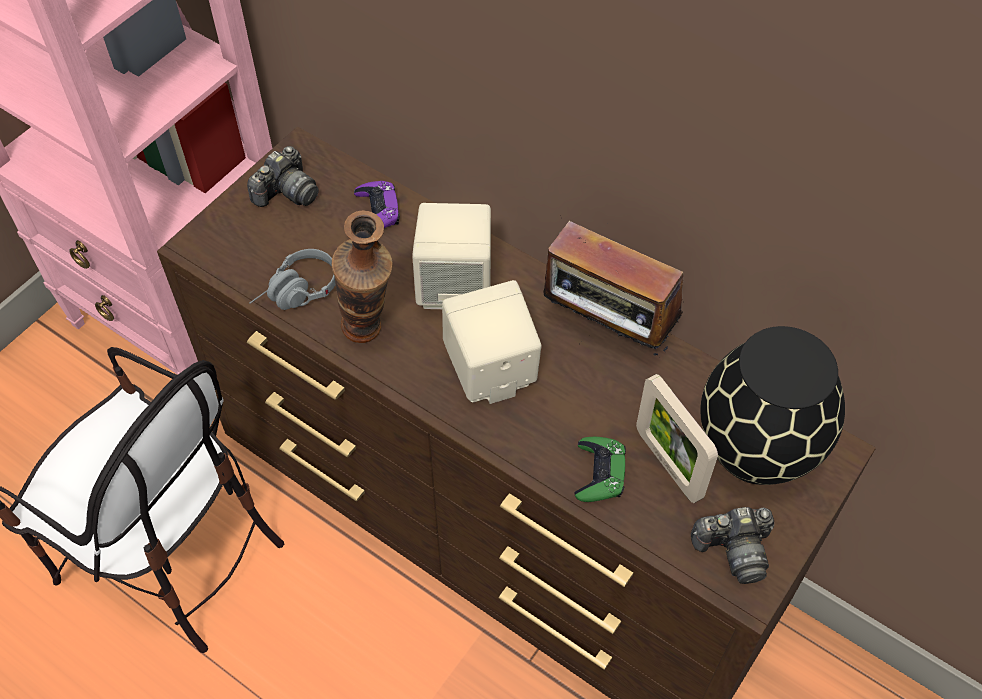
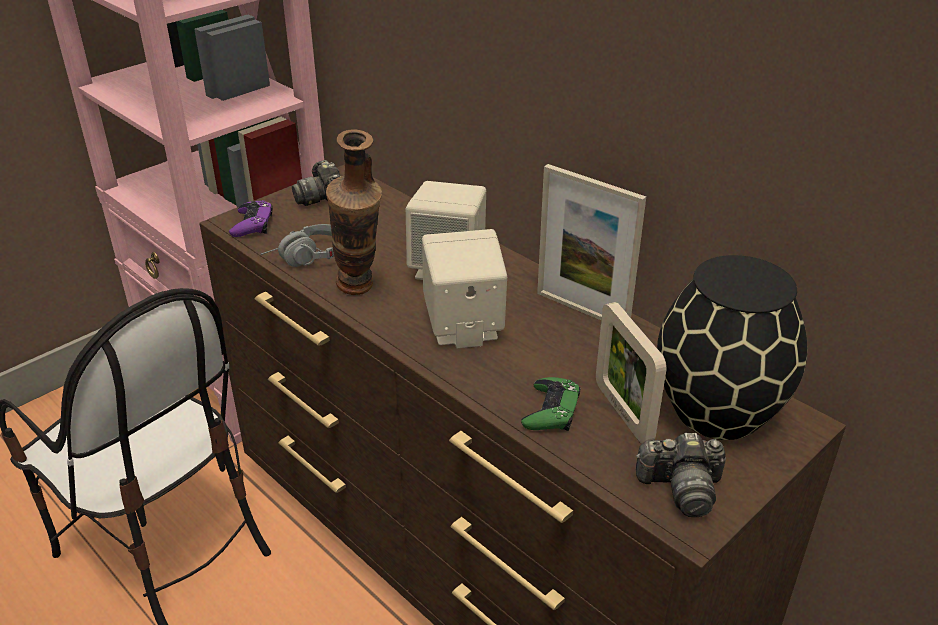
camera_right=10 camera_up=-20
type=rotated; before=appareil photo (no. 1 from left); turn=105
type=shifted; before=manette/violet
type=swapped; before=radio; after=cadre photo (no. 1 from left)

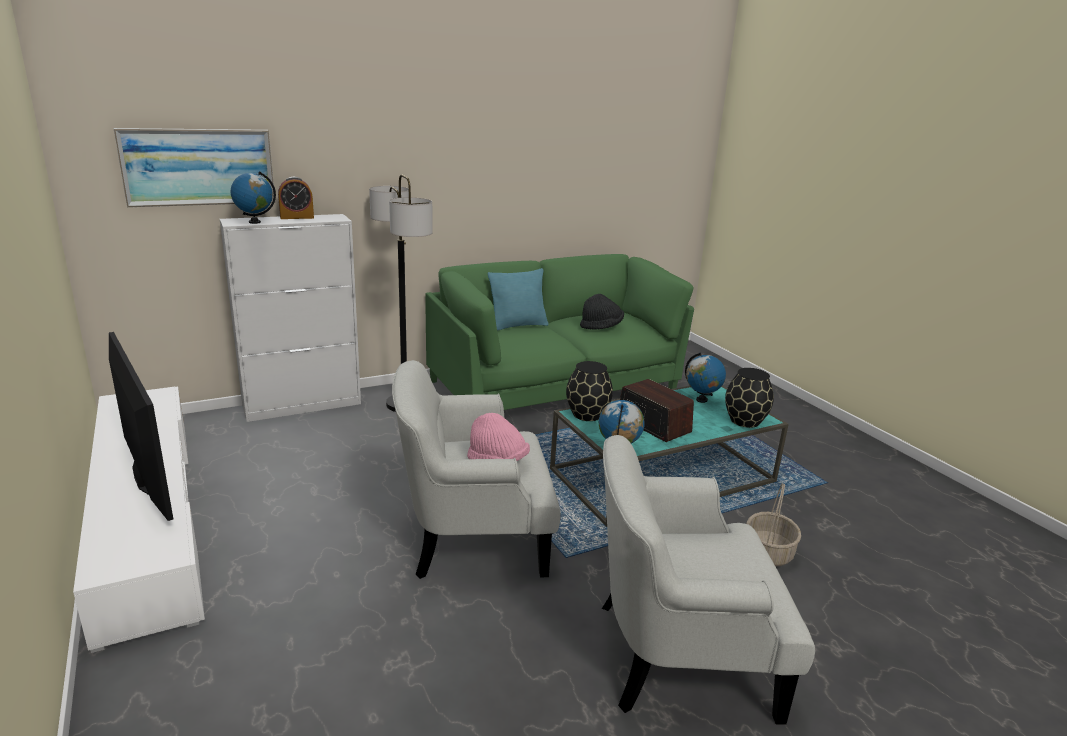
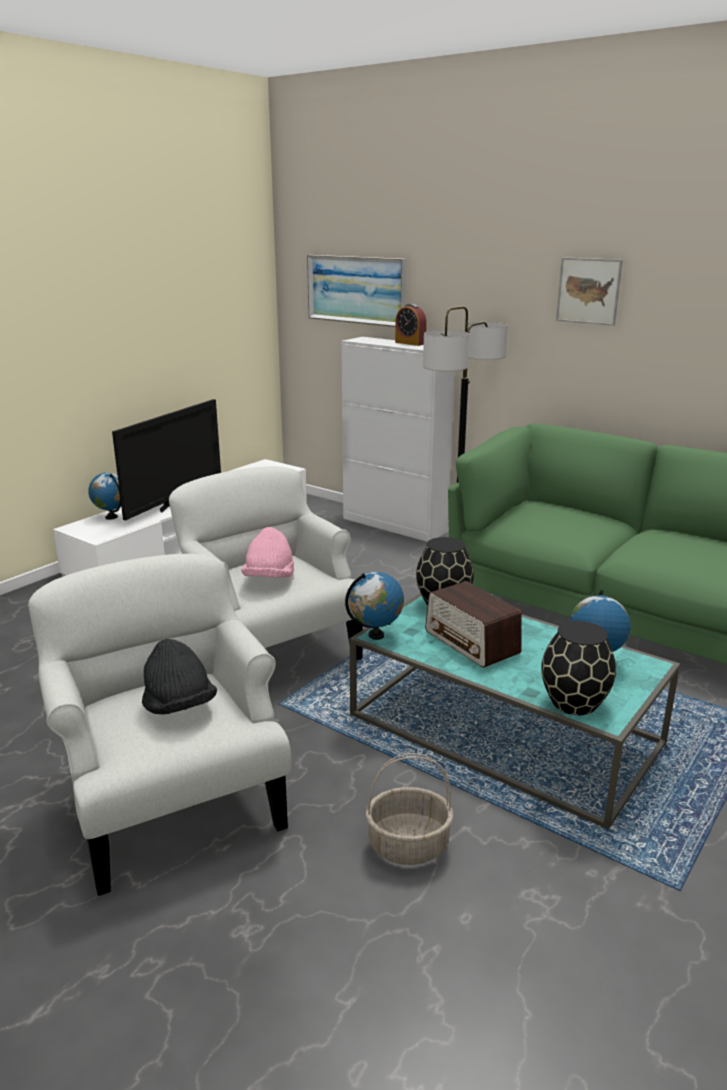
camera_right=65 camera_up=0
type=shifted; before=globe (no. 1 from left)
type=gone; before=coussin/turquoise
type=shifted; before=chapeau/noir
type=rotated; before=radio; turn=120
type=new; after=tableau (no. 2 from left)

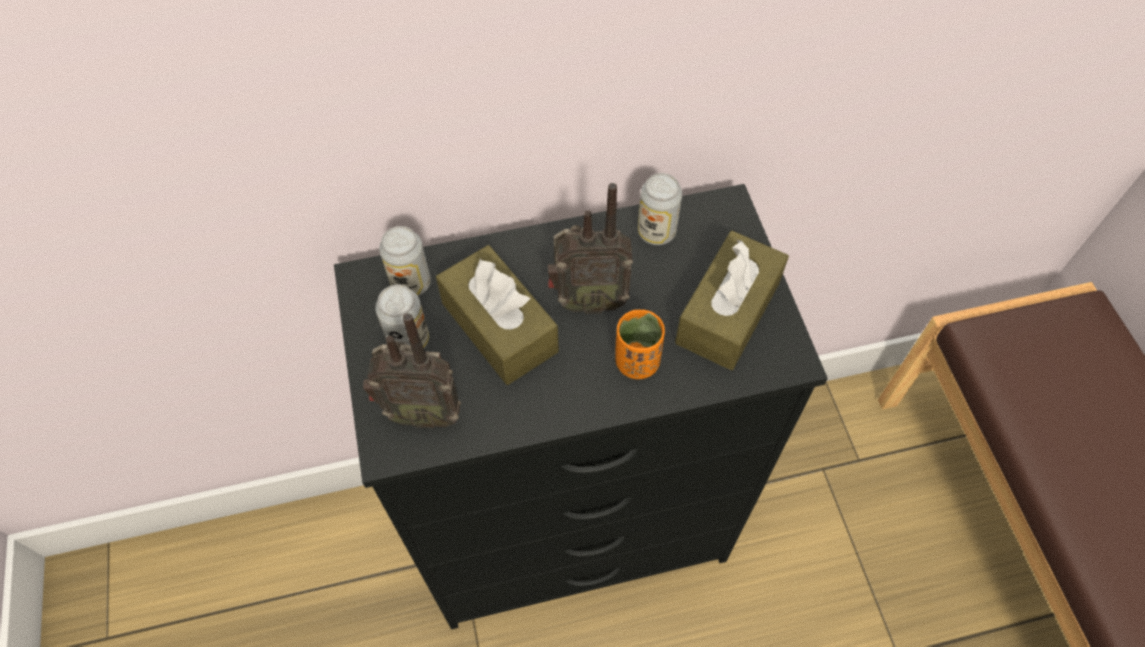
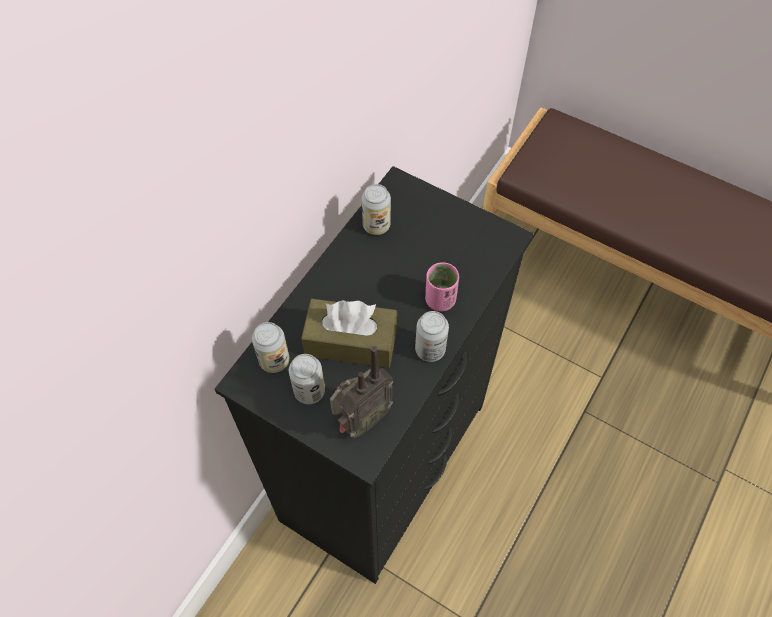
camera_right=-45 camera_up=0
type=gone; before=radio (no. 2 from left)
type=gone; before=boîte à mouchoirs/marron (no. 2 from left)
type=repainted; before=tasse/orange; after=tasse/rose
type=new; after=boîte métallique (no. 4 from left)

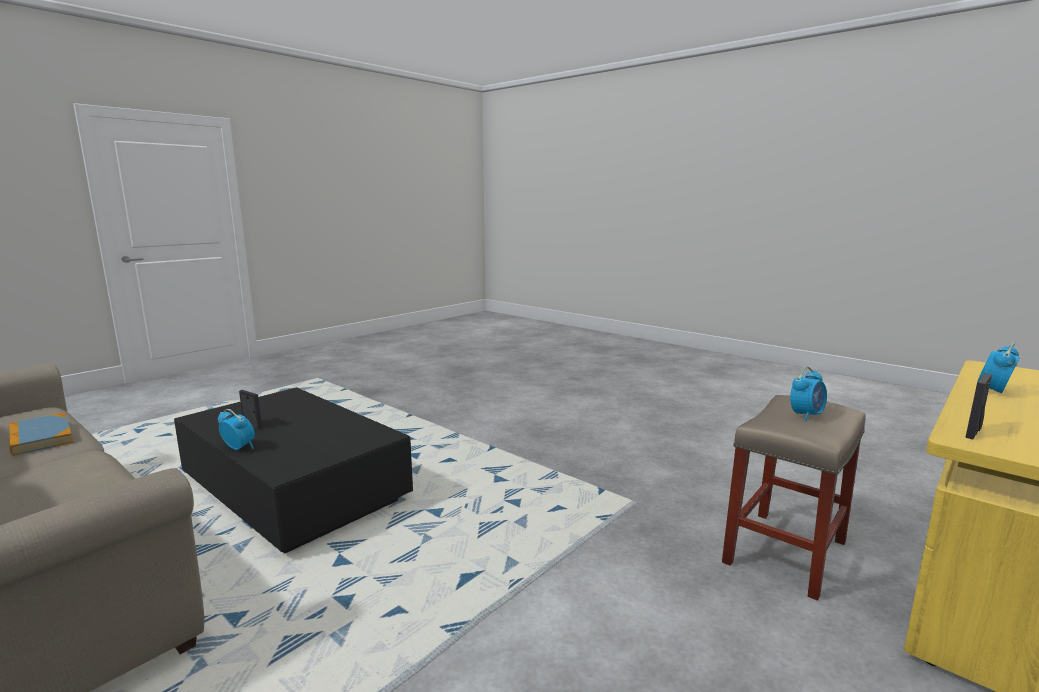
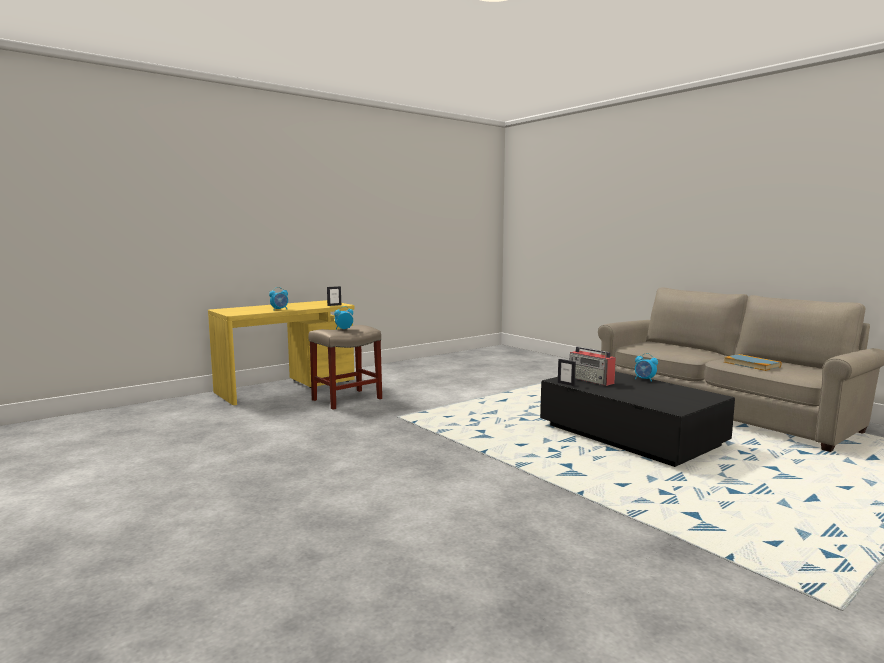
camera_right=-170 camera_up=-5
type=shifted; before=cadre photo (no. 1 from left in the first image); after=cadre photo (no. 2 from left)
type=new; after=radio

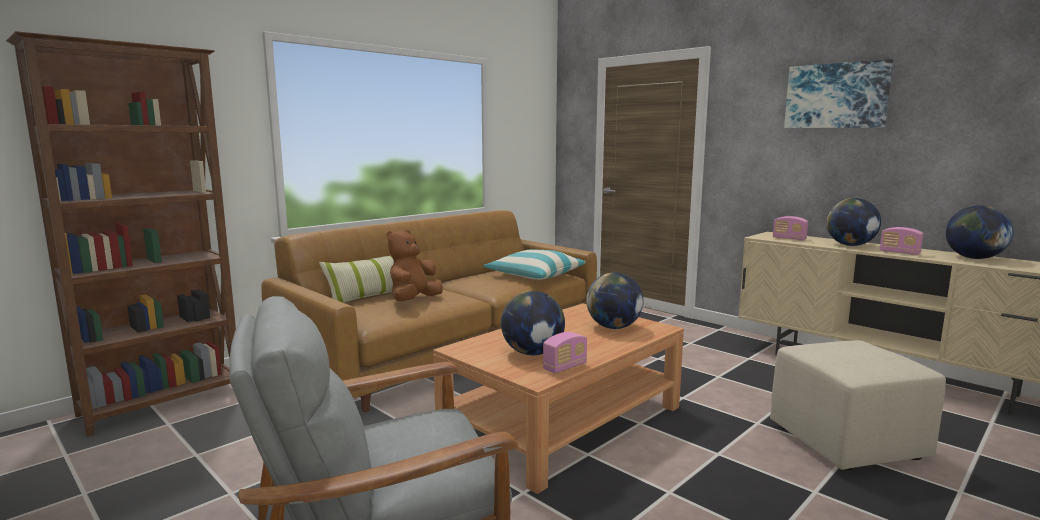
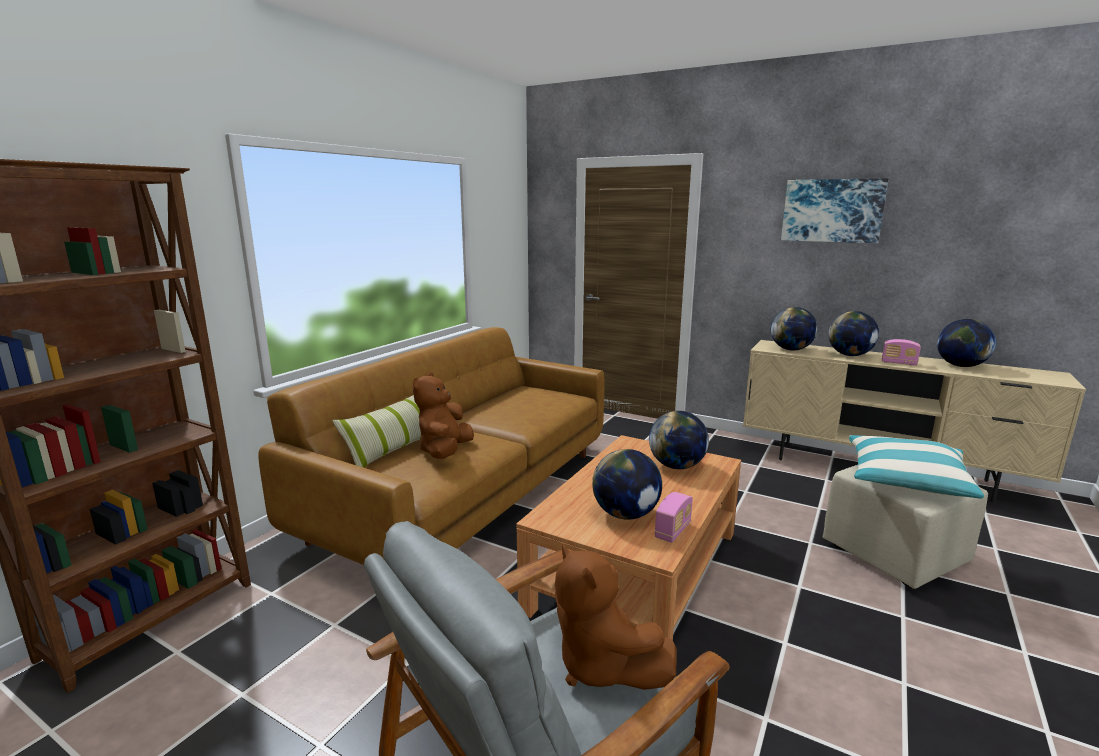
camera_right=-15 camera_up=5
type=swapped; before=radio (no. 2 from left); after=globe (no. 3 from left)
type=shifted; before=coussin (no. 2 from left)
type=new; after=peluche/marron (no. 2 from left)

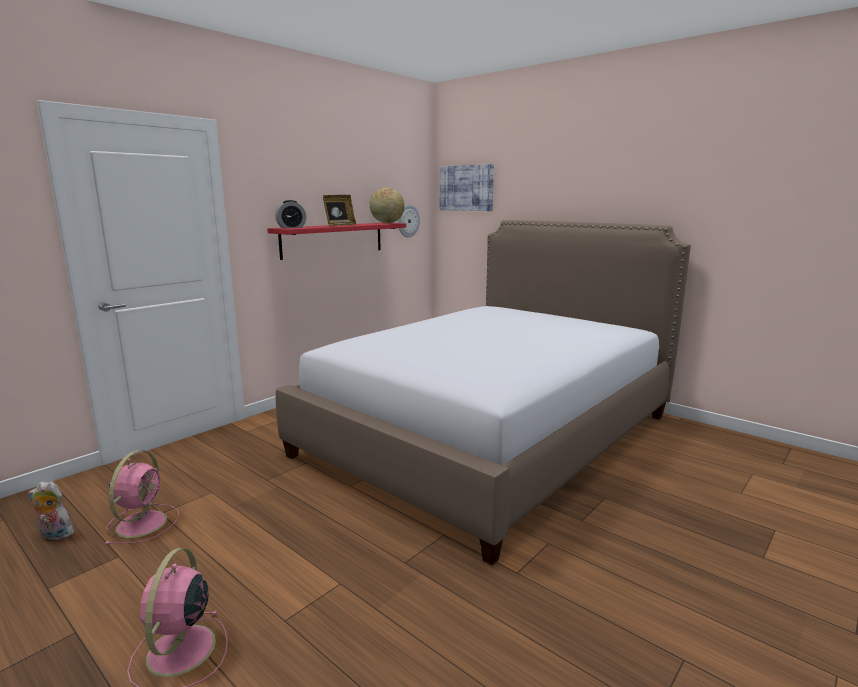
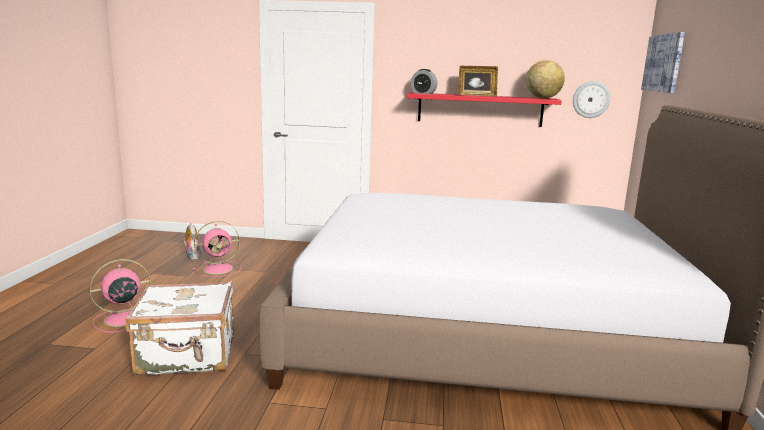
camera_right=55 camera_up=0
type=new; after=valise/blanc

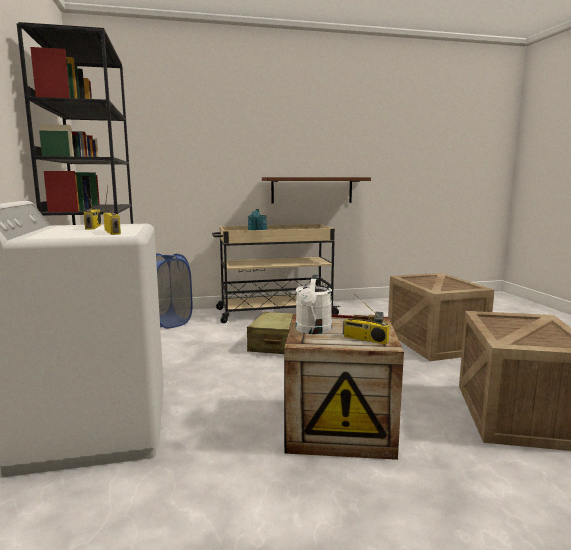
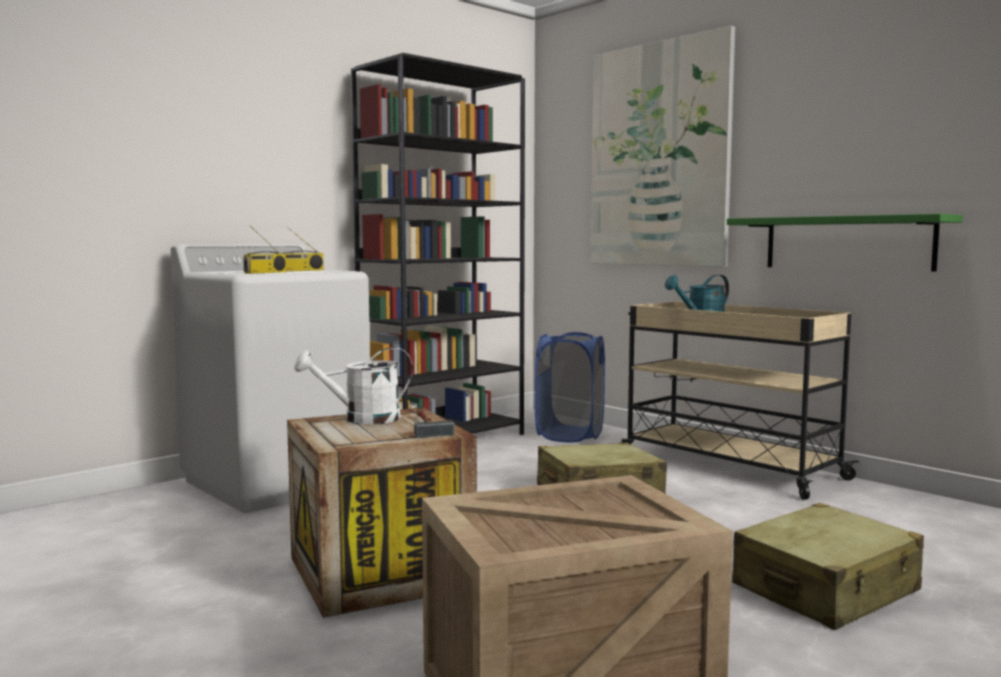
camera_right=60 camera_up=-5
type=repainted; before=étagère/marron; after=étagère/vert
type=swapped; before=caisse (no. 2 from left); after=valise/beige (no. 2 from left)
type=gone; before=radio (no. 3 from left)
type=new; after=tableau

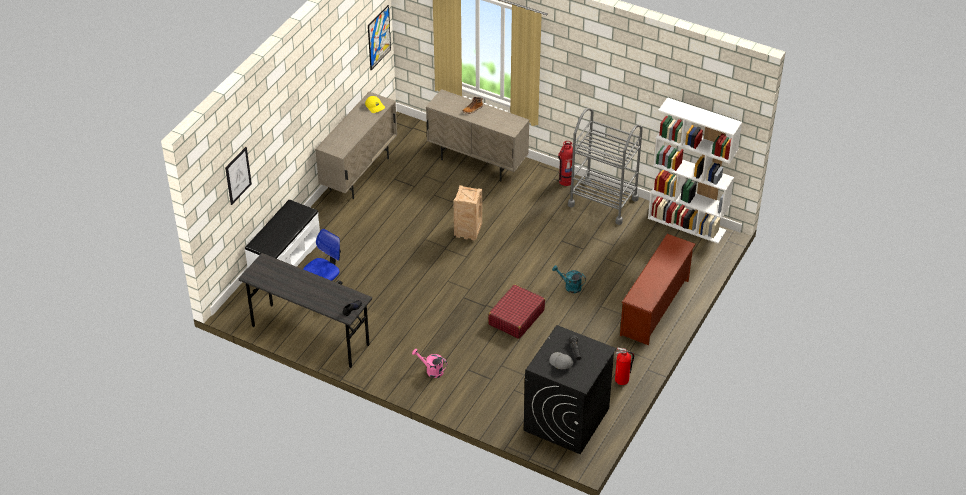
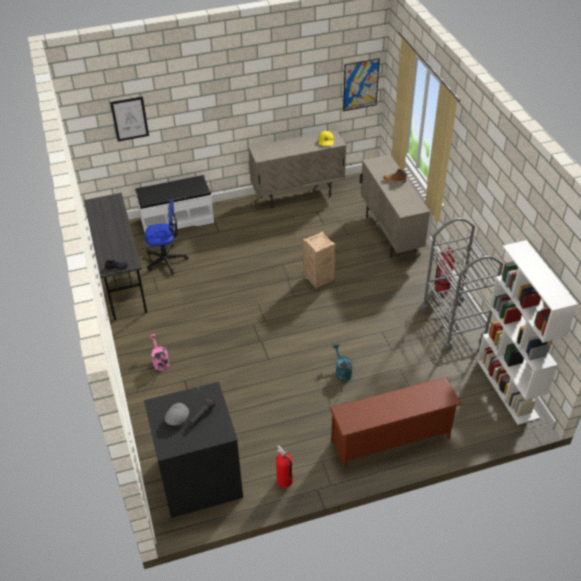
camera_right=45 camera_up=0
type=gone; before=valise/rouge

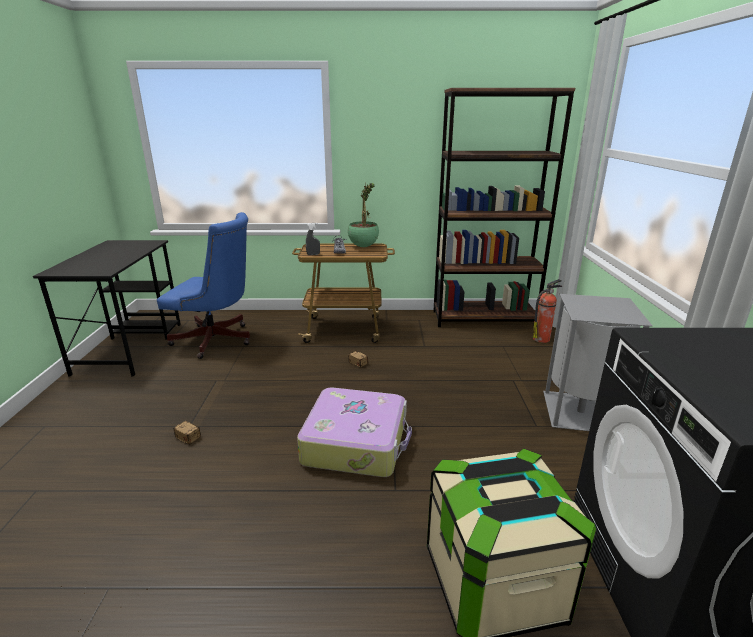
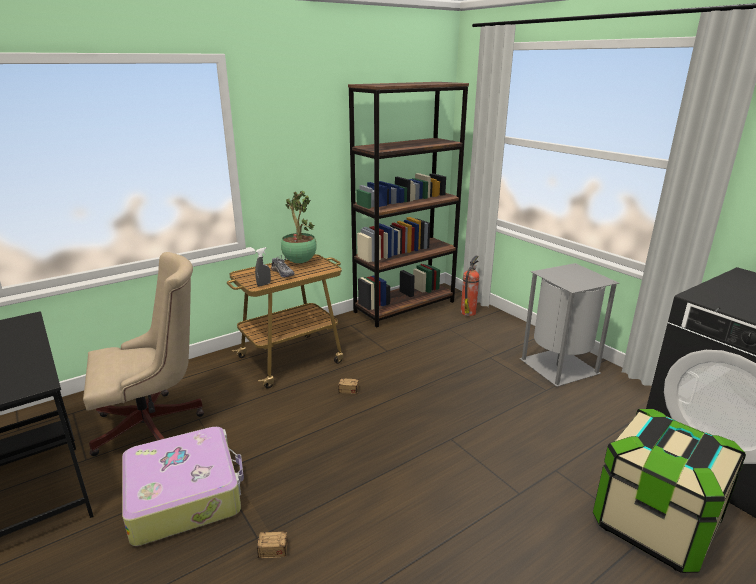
camera_right=-35 camera_up=0
type=repainted; before=chaise de bureau/bleu; after=chaise de bureau/beige
type=shifted; before=valise

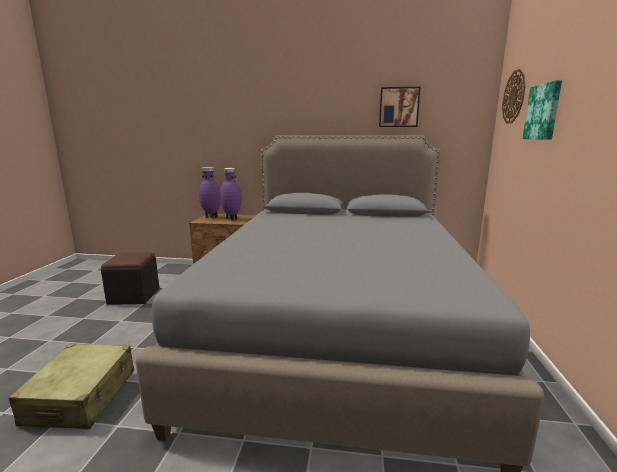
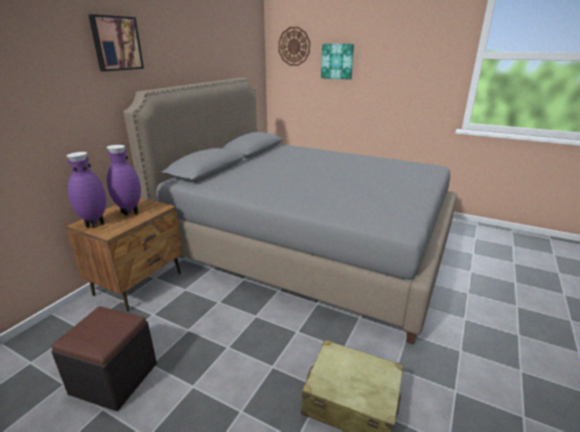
camera_right=-70 camera_up=10
type=shifted; before=tableau (no. 1 from left)

